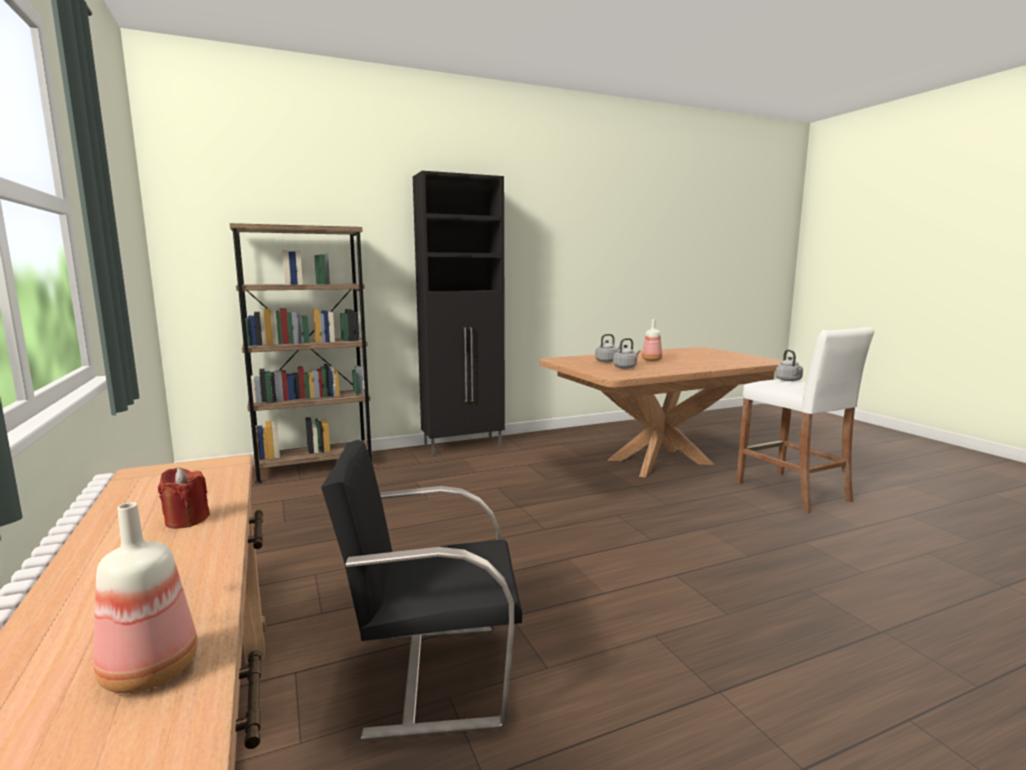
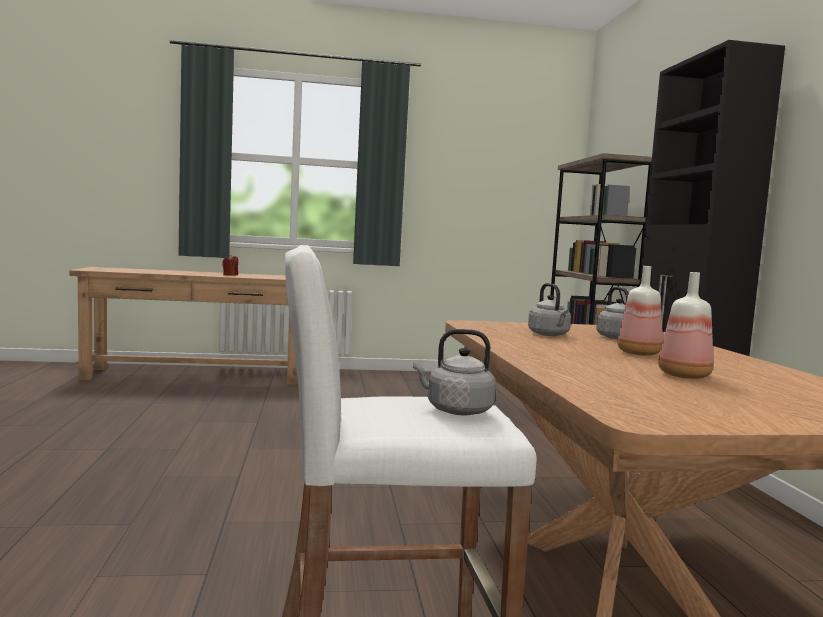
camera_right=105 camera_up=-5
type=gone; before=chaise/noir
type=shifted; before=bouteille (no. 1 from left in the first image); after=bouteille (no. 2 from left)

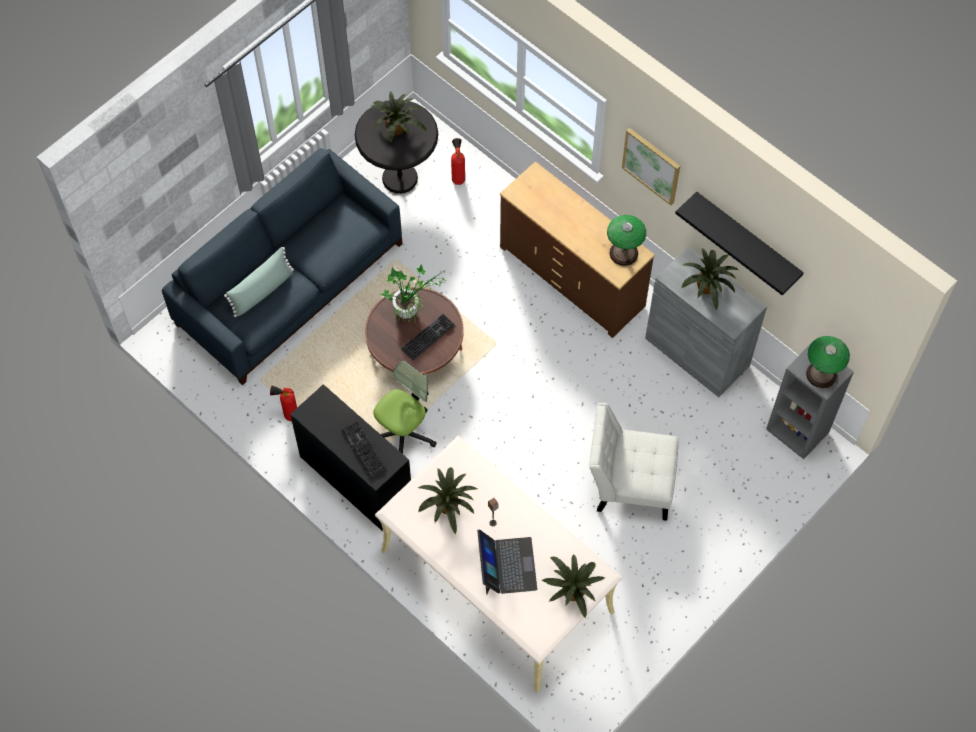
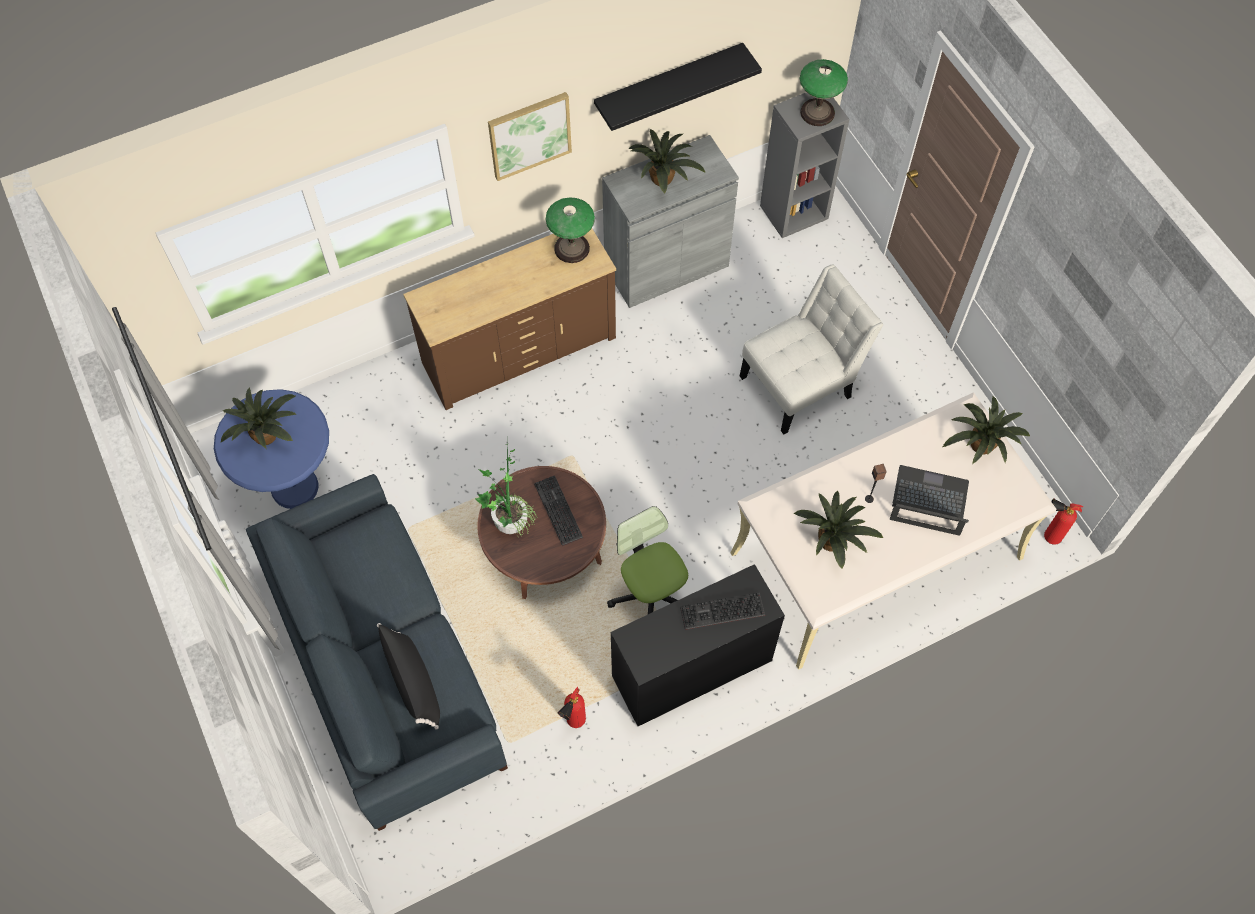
camera_right=-70 camera_up=0
type=repainted; before=table d'appoint/noir; after=table d'appoint/bleu
type=shifted; before=extincteur (no. 2 from left)
type=repainted; before=coussin/vert; after=coussin/noir
type=rotated; before=chaise/blanc; turn=-150

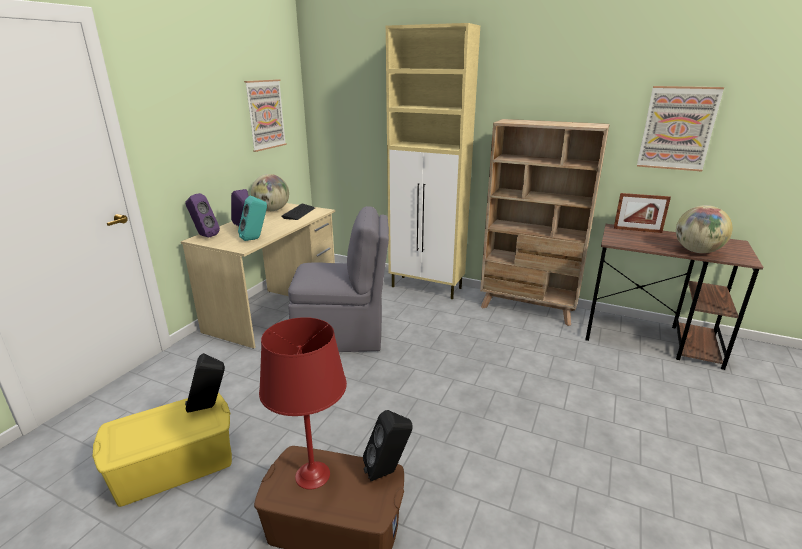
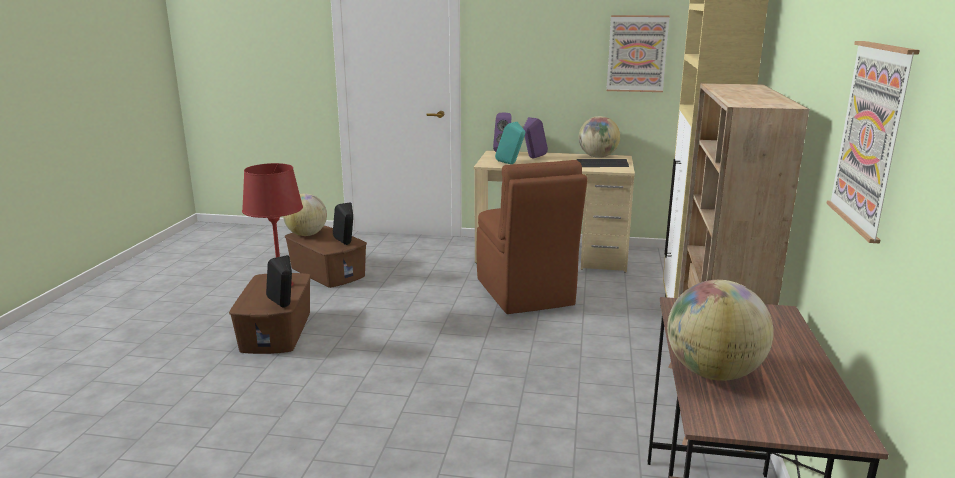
camera_right=75 camera_up=-5
type=gone; before=cadre photo
type=repainted; before=chaise/gris; after=chaise/marron
type=repainted; before=boîte de rangement/jaune; after=boîte de rangement/marron (no. 2 from left)
type=new; after=globe (no. 1 from left)

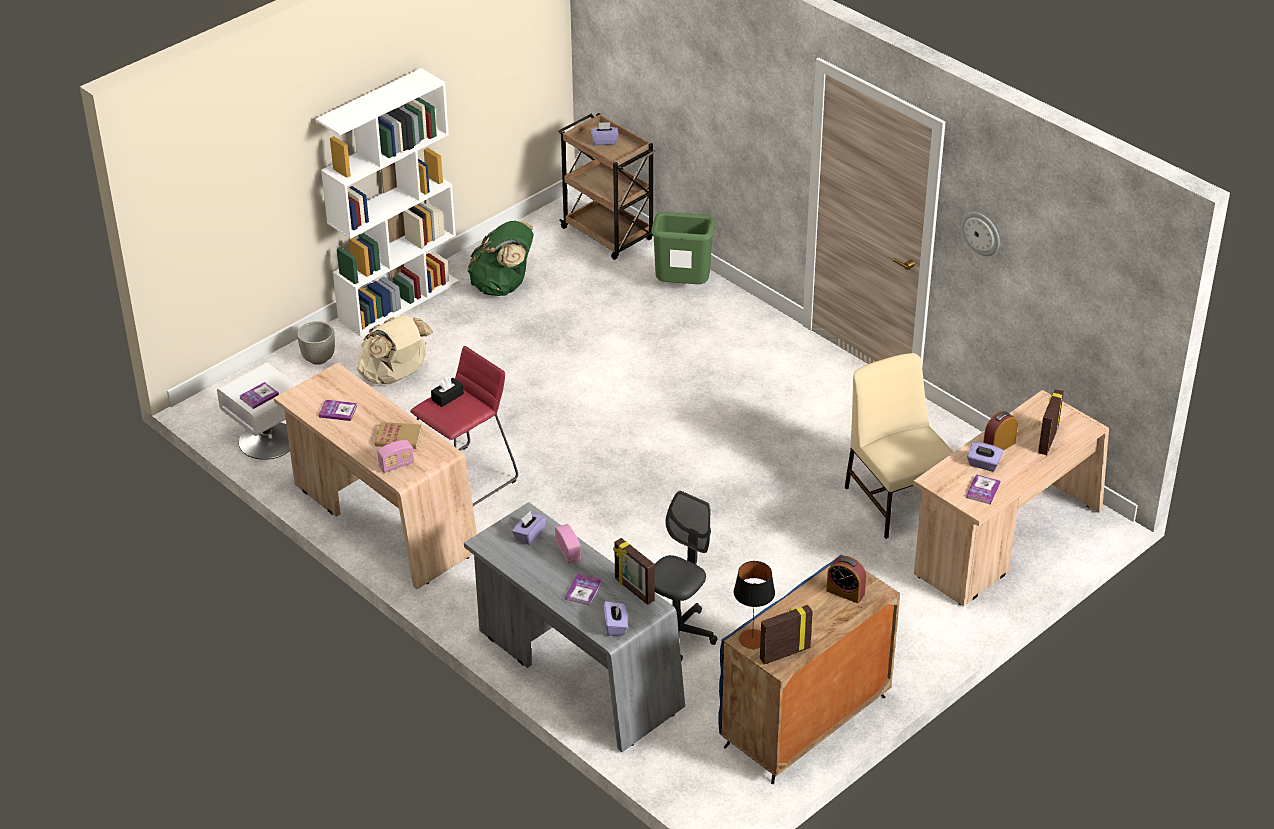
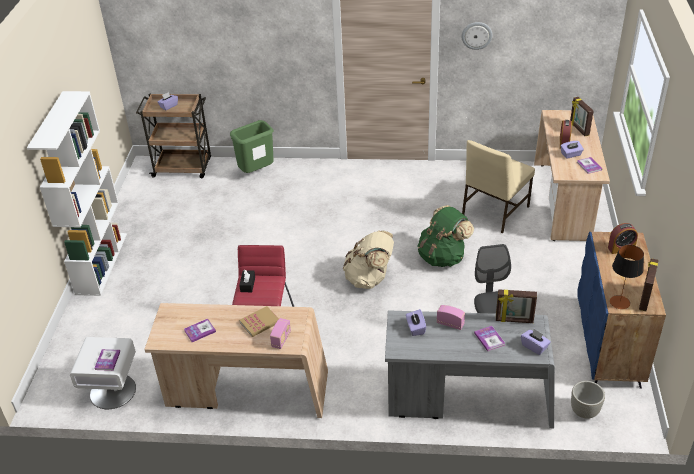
camera_right=-40 camera_up=0
type=shifted; before=sac à dos/vert
type=shifted; before=sac à dos/beige
type=shifted; before=cache-pot/gris
type=rotated; before=chaise/beige; turn=-75

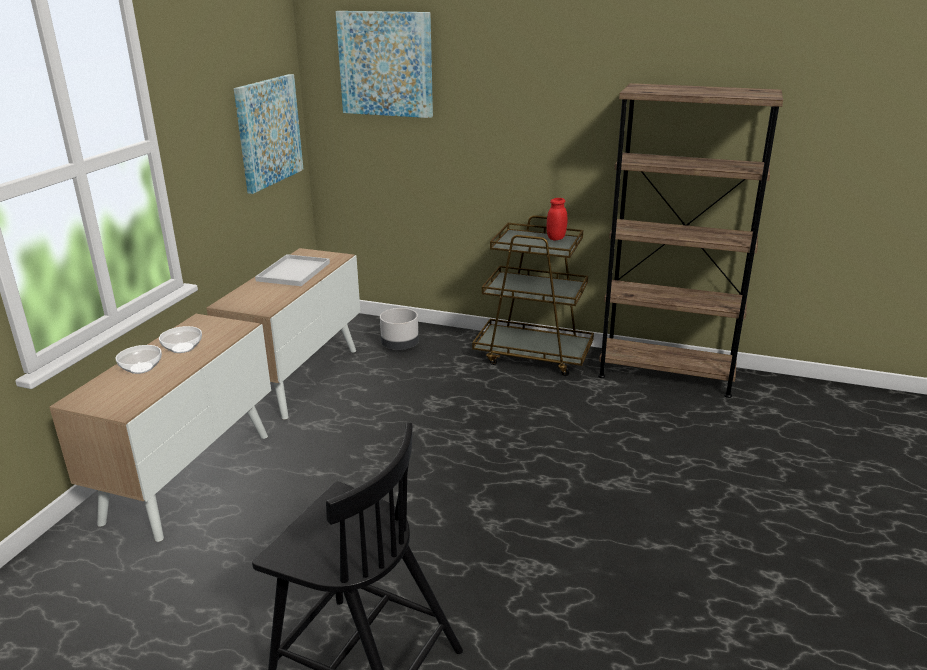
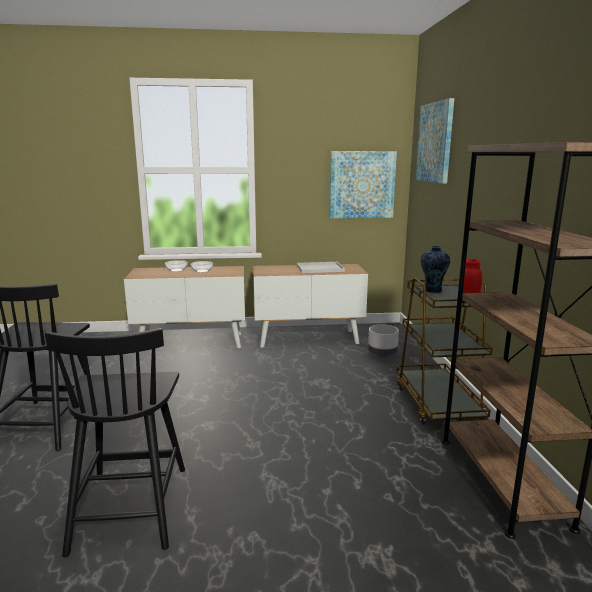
camera_right=65 camera_up=-10
type=new; after=vase
type=new; after=chaise/noir (no. 2 from left)

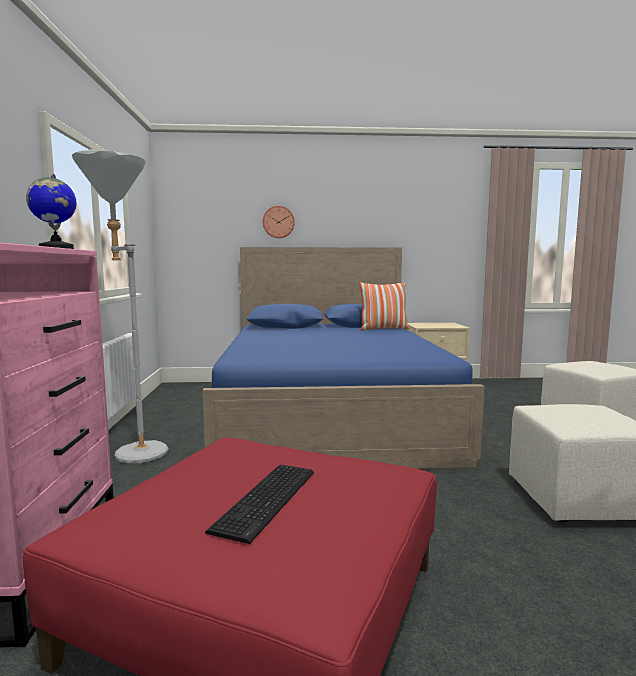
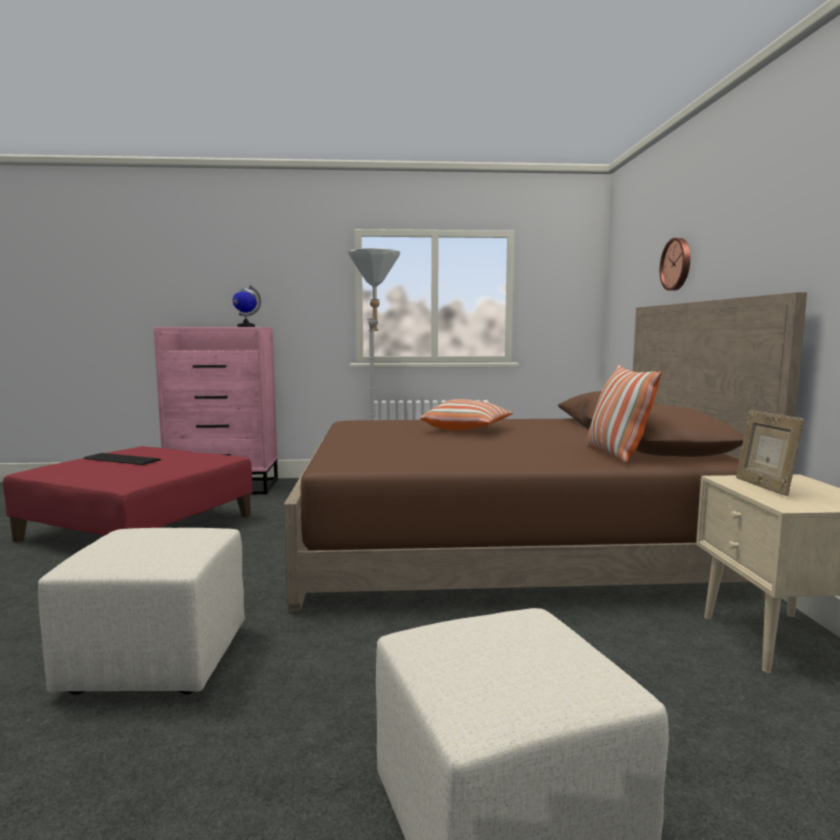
camera_right=90 camera_up=0
type=repainted; before=lit/bleu; after=lit/marron
type=new; after=coussin (no. 1 from left)
type=new; after=cadre photo

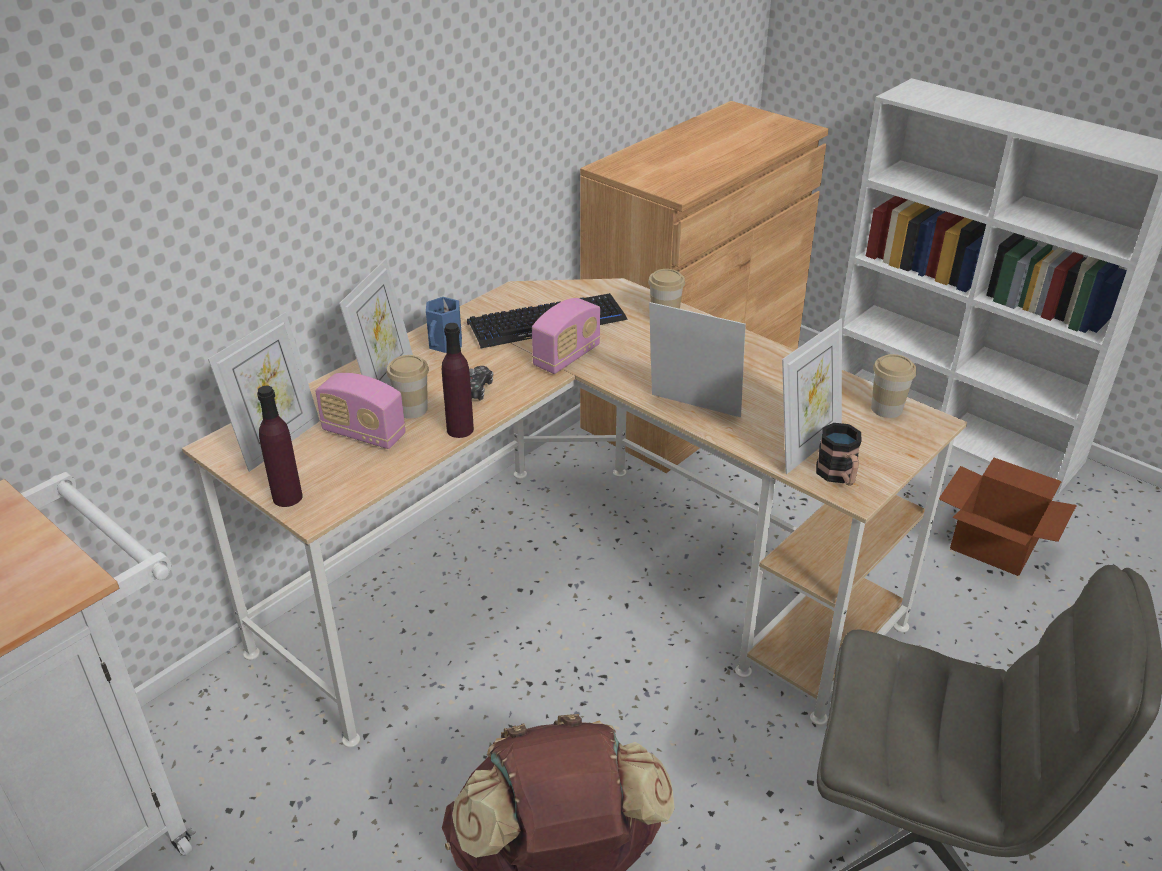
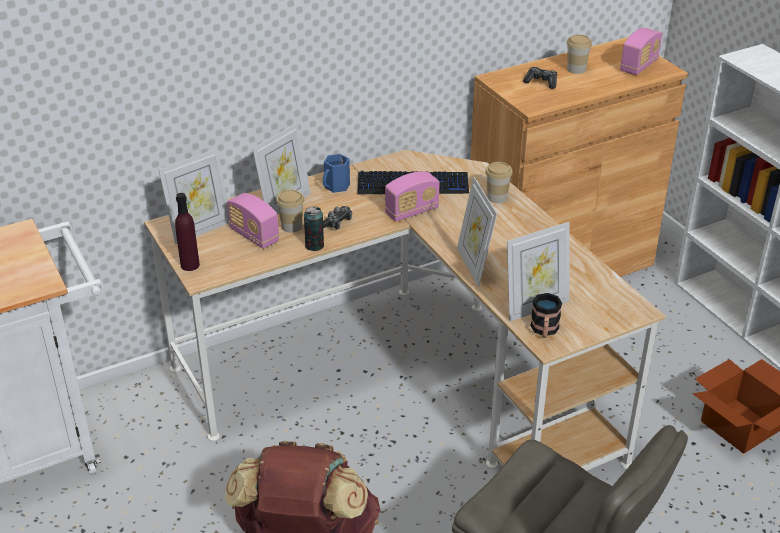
camera_right=20 camera_up=0
type=rotated; before=cadre photo (no. 3 from left); turn=-150
type=swapped; before=bouteille/violet (no. 2 from left); after=boîte métallique
type=shifted; before=tasse (no. 3 from left)
type=new; after=radio (no. 3 from left)
type=new; after=manette (no. 2 from left)

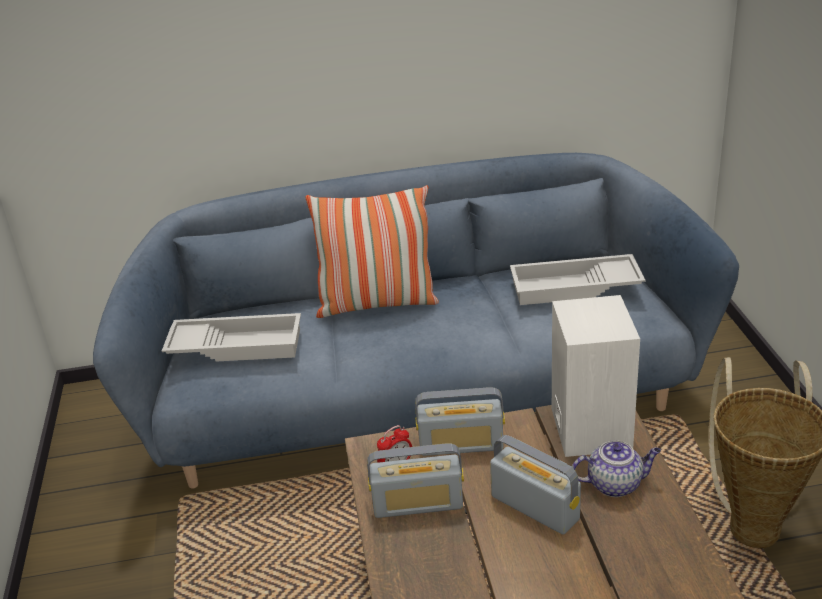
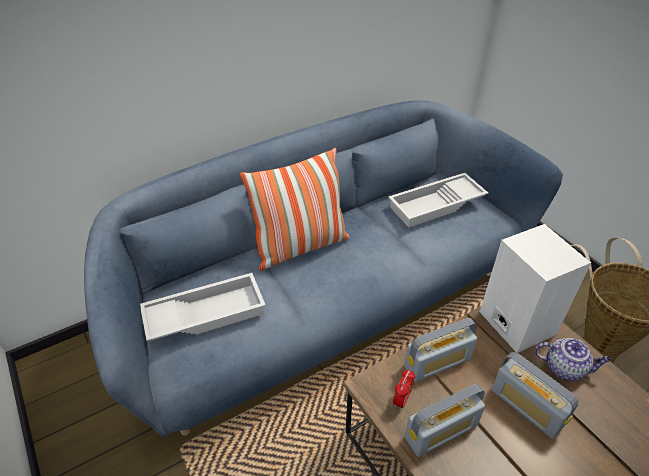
camera_right=-25 camera_up=10
type=rotated; before=radio (no. 3 from left); turn=-150
type=rotated; before=théière; turn=45

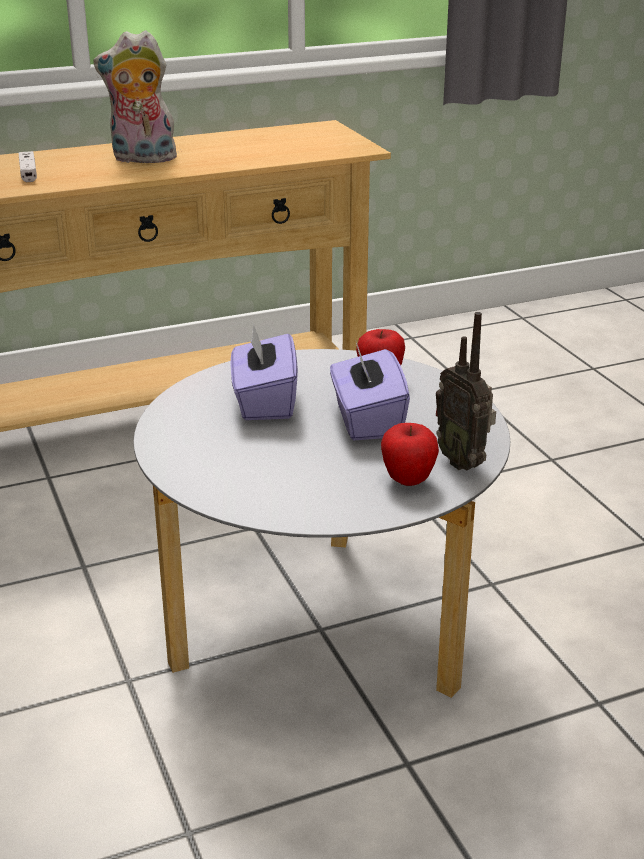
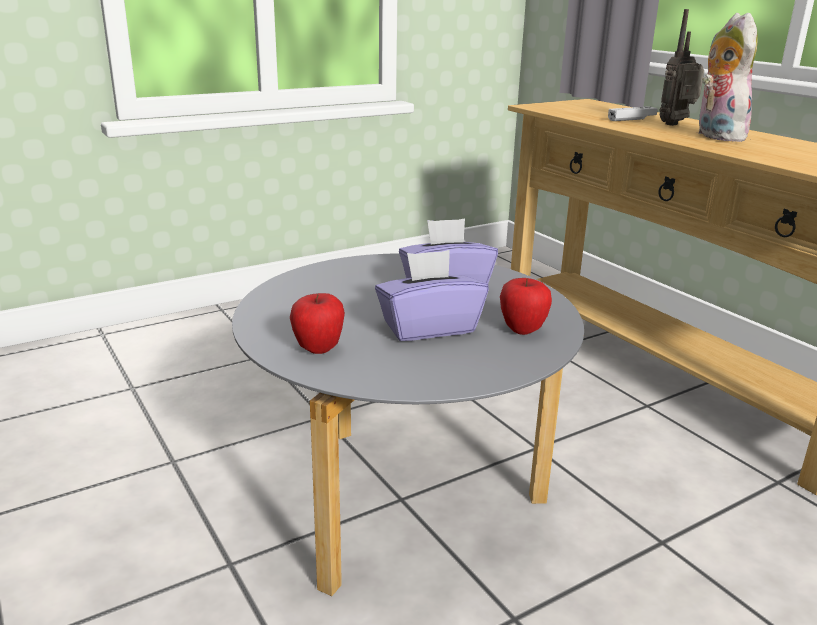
camera_right=80 camera_up=-5
type=shifted; before=radio

